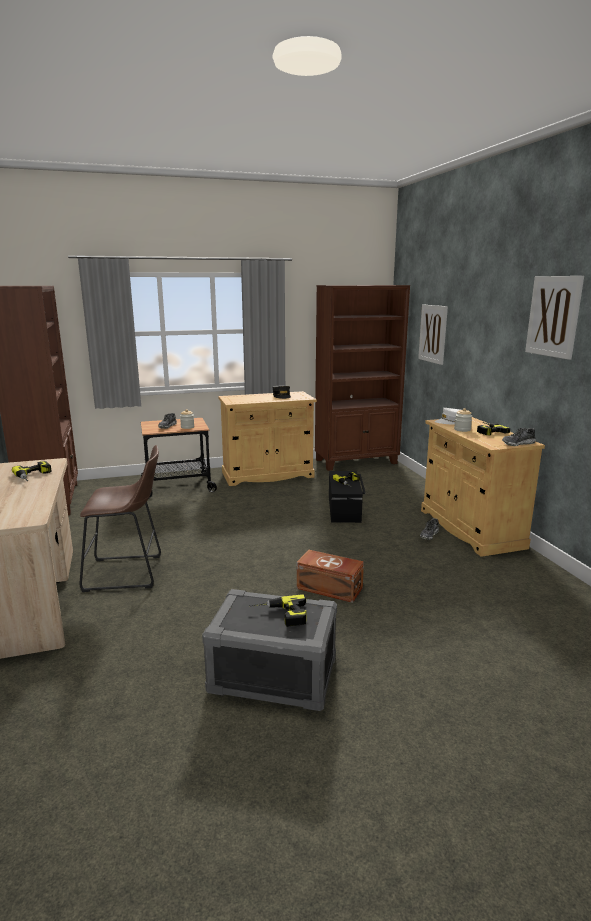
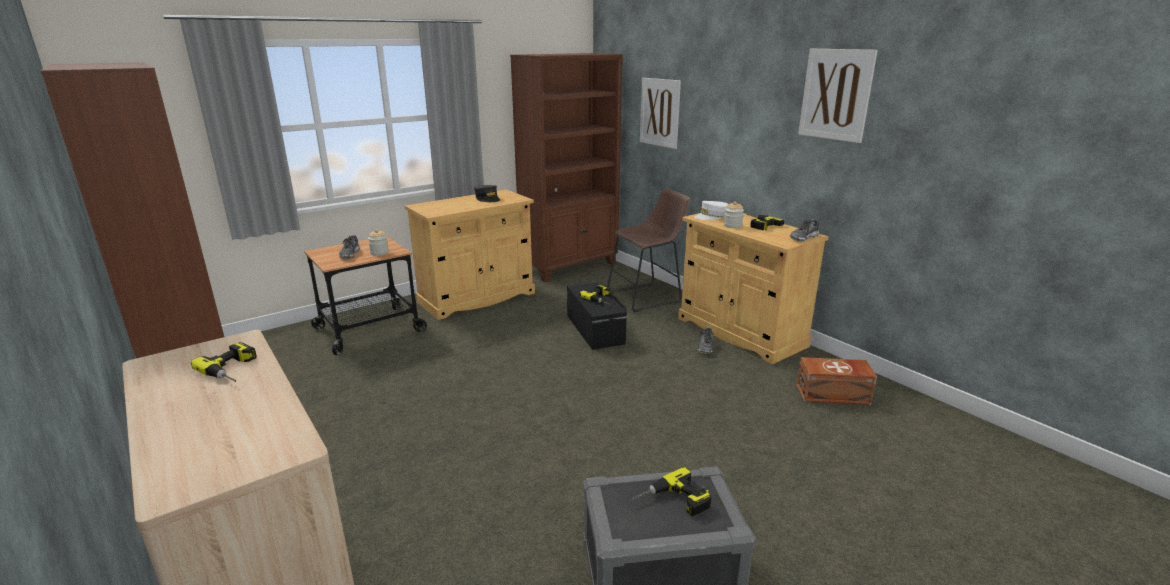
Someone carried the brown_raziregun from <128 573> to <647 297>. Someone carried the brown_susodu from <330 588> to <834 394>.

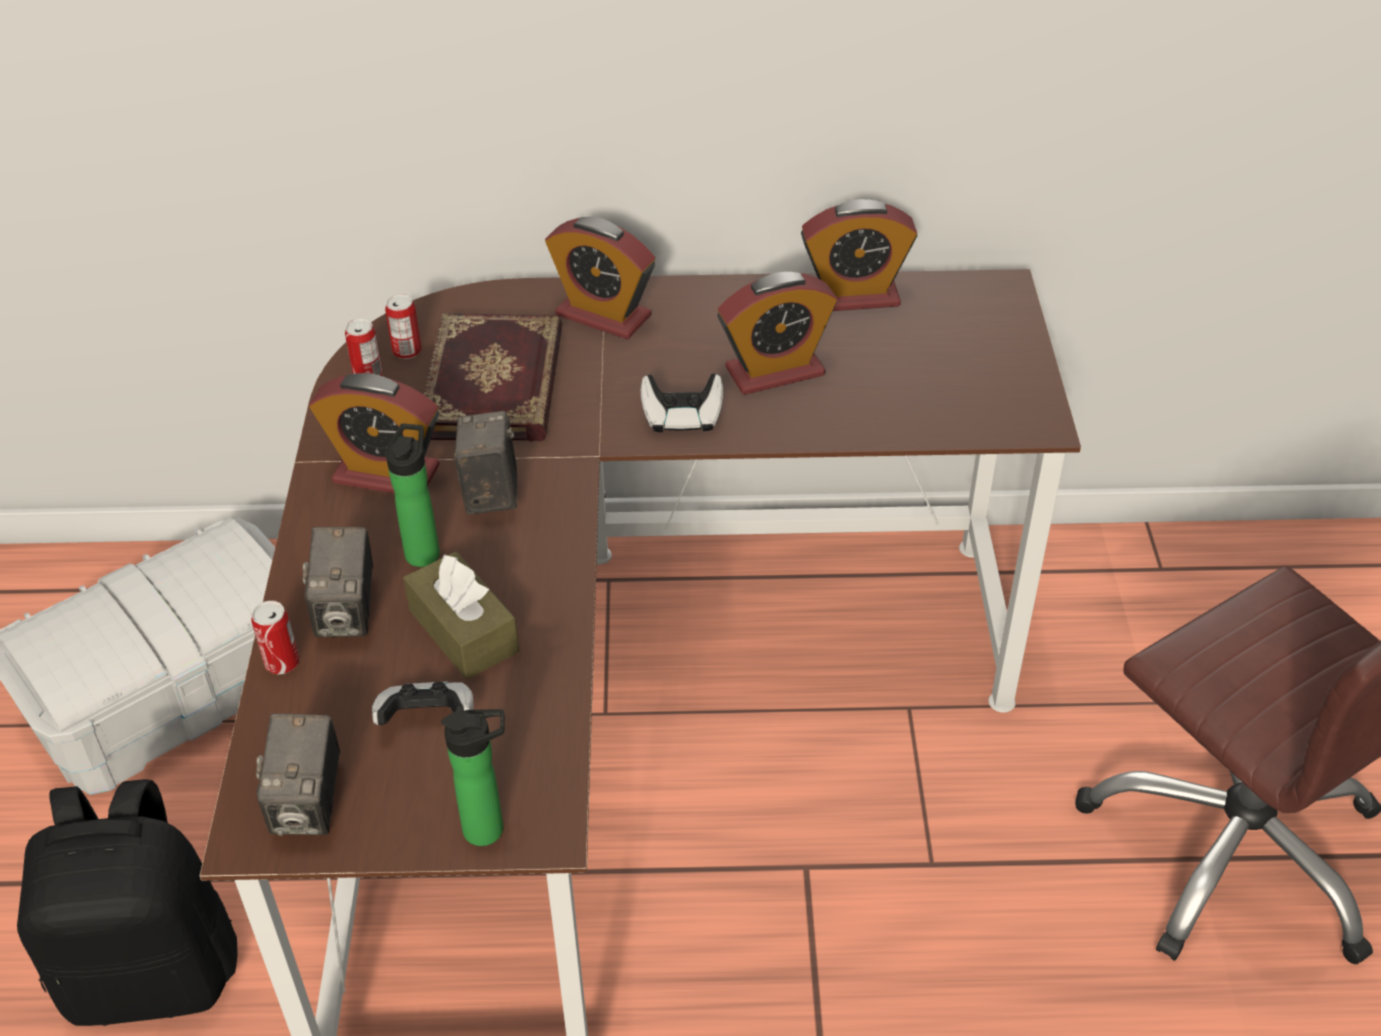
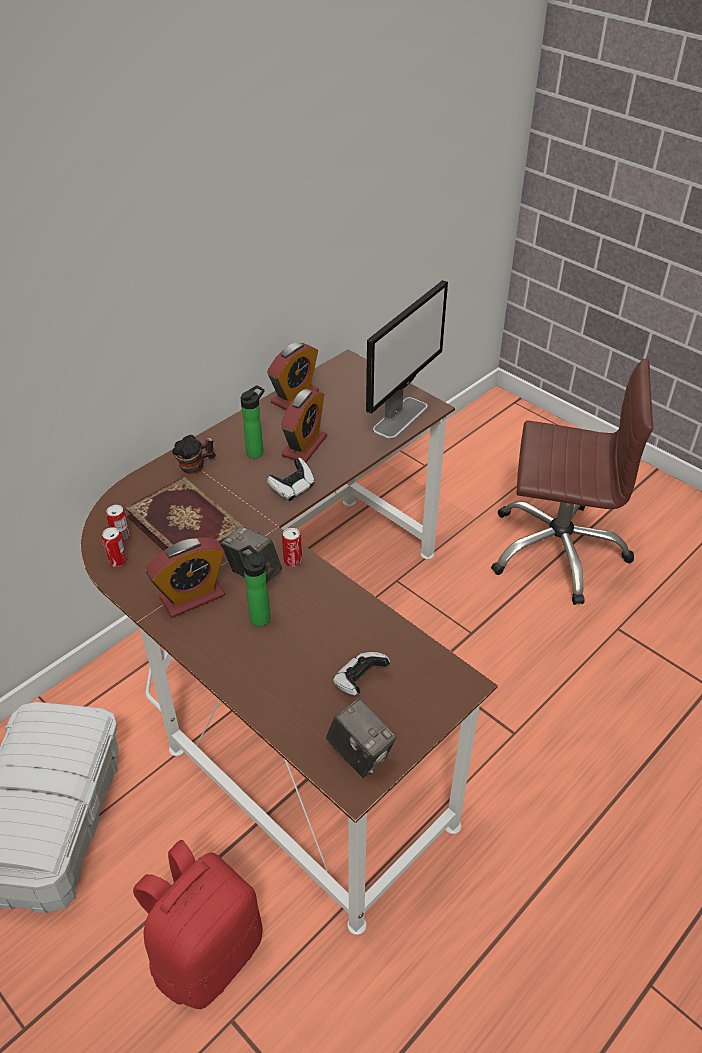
Someone swapped the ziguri at <603 315> for the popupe at <196 466>. Someone took away the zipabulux at <347 613>. Someone took away the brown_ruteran at <463 631>. Someone carried the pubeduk from <282 662> to <293 561>. Someone carried the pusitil from <490 829> to <257 451>. Someone repainted the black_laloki at <154 971>, which became the red_laloki at <206 951>. Someone put down the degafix at <400 417>.

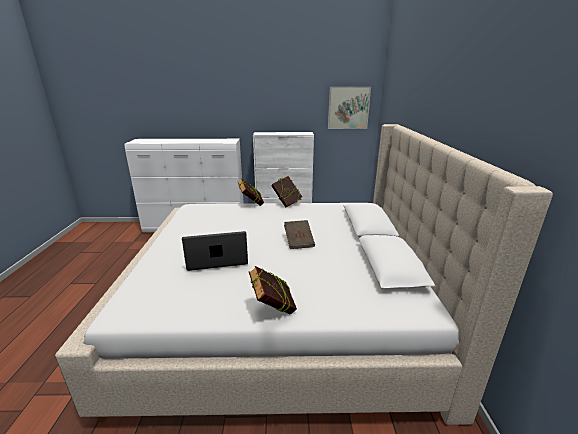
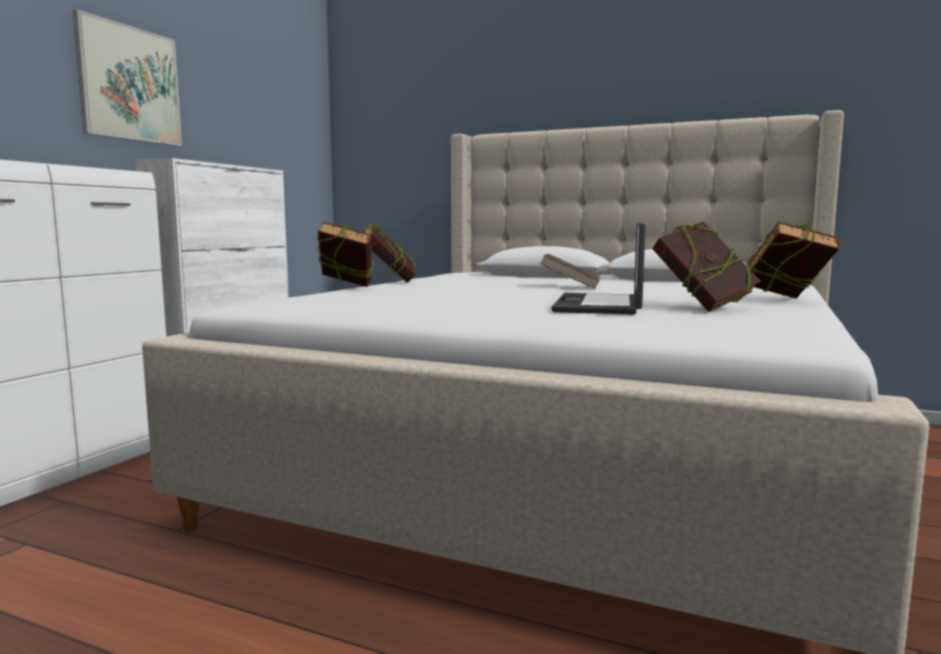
Someone carried the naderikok from <348 108> to <129 84>. Someone put down the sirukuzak at <703 308>.

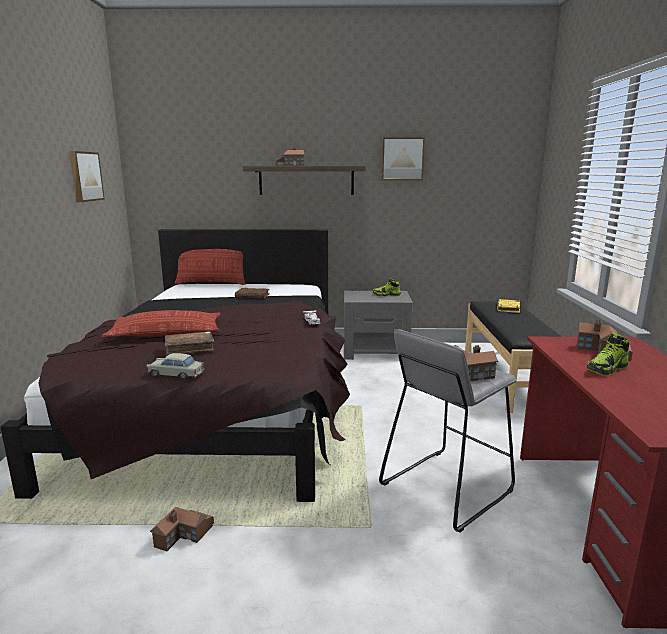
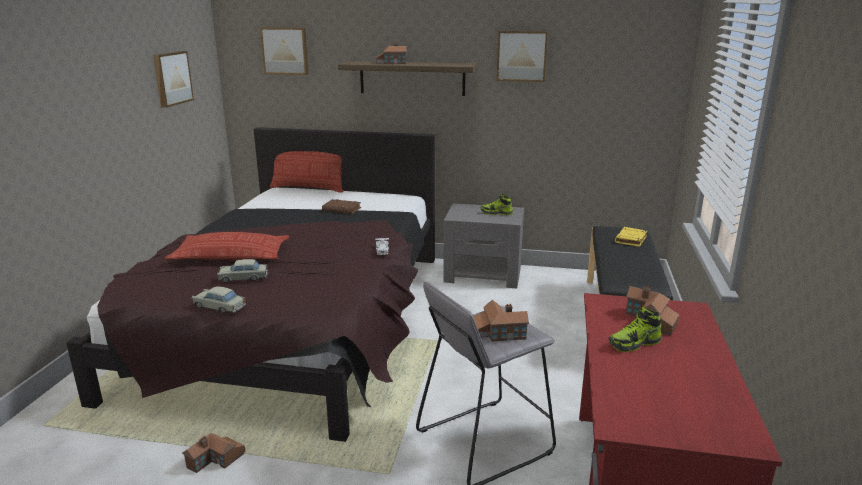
Someone swapped the brown_sirukuzak at <189 349> for the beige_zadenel at <243 278>. Someone put up the naderikok at <285 50>.

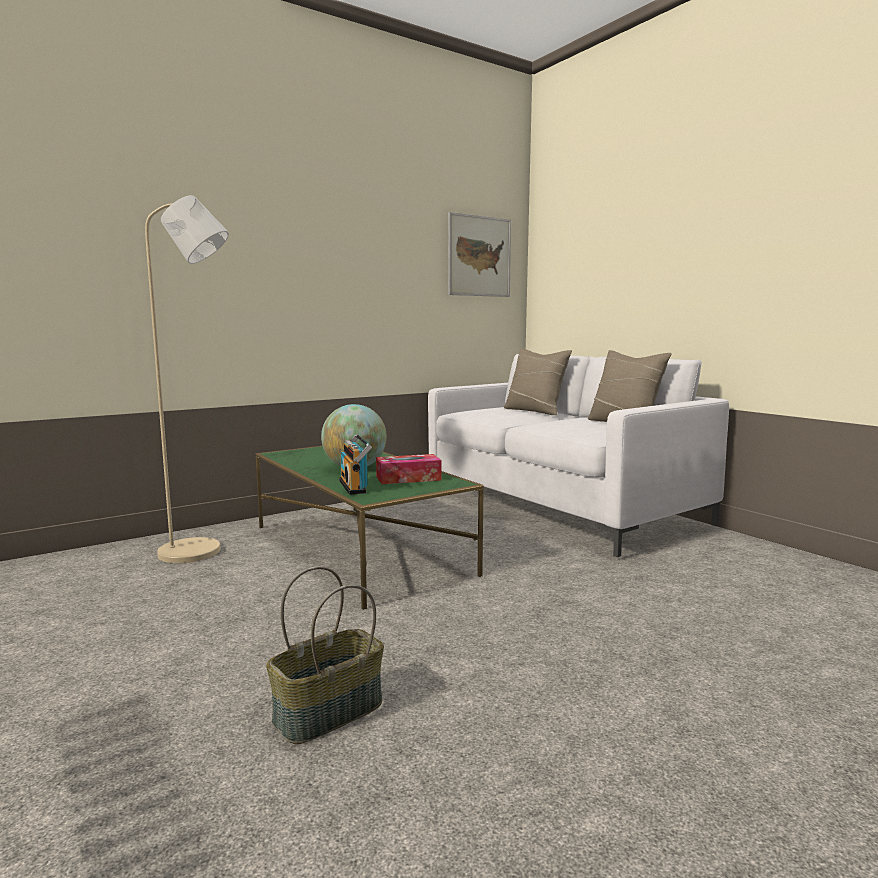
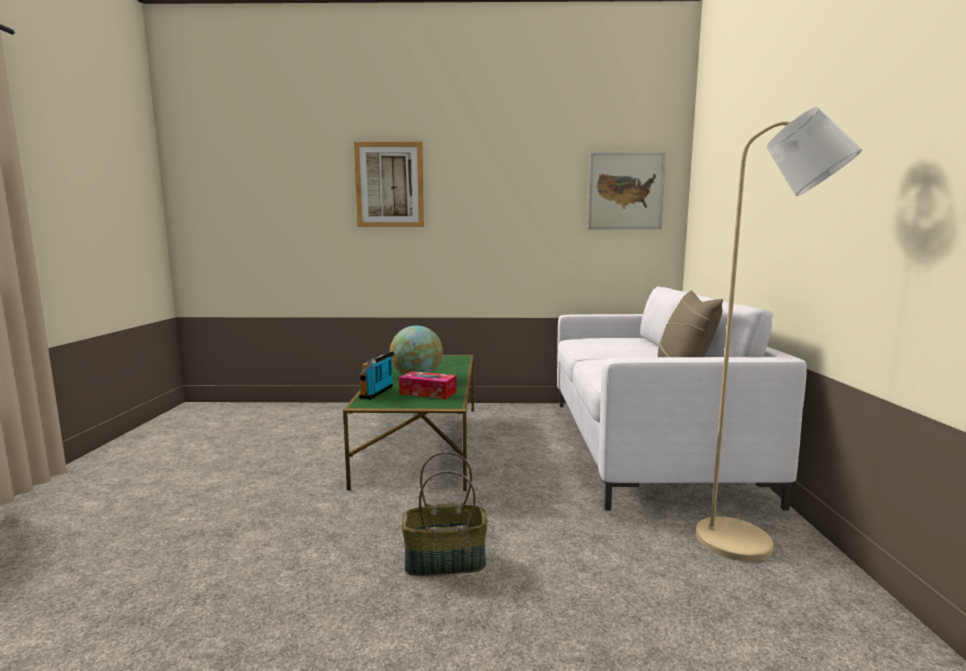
Someone carried the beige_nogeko from <201 552> to <749 545>. Someone took away the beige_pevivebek at <535 411>. Someone carried the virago from <328 713> to <444 562>. Someone put up the naderikok at <389 185>.

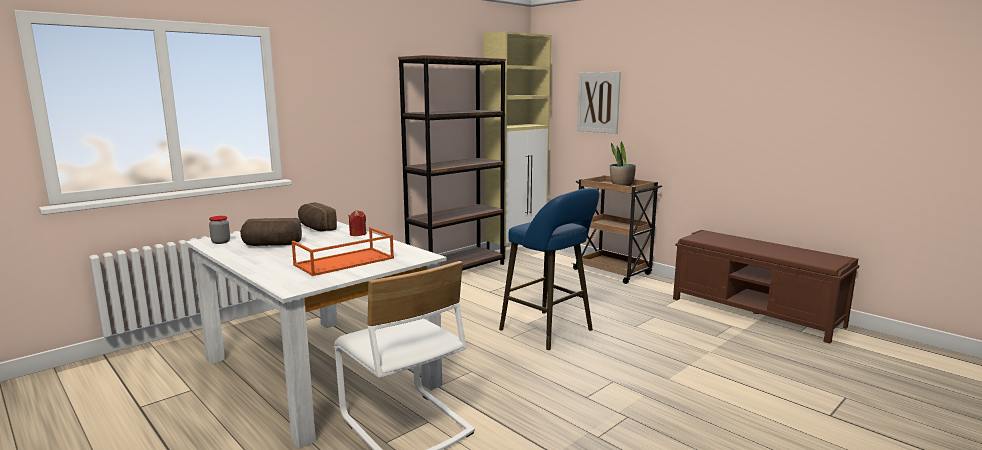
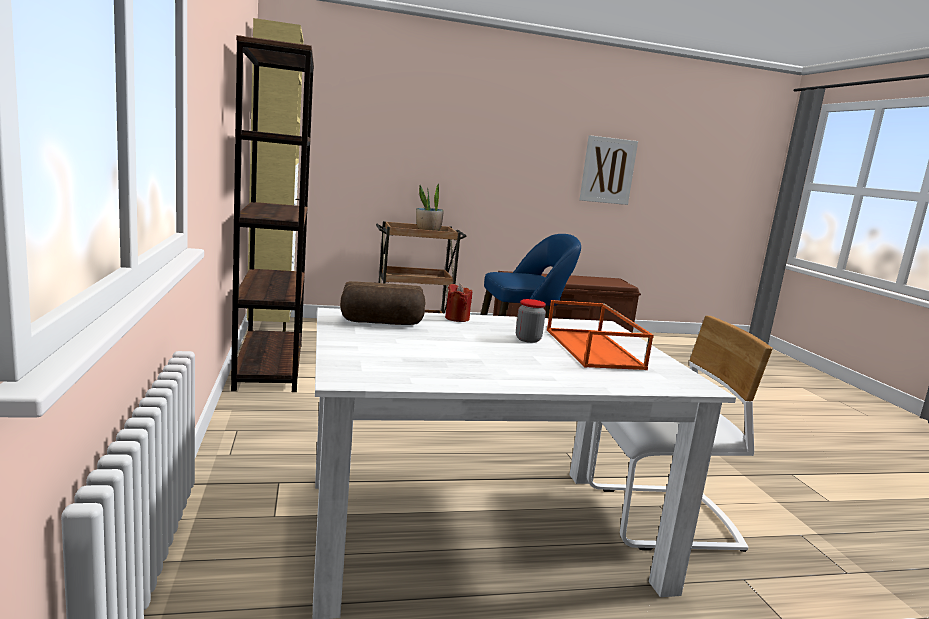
Someone carried the naderikok from <598 102> to <608 170>. Someone carried the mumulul from <221 242> to <528 339>. Someone took away the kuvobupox at <272 245>.

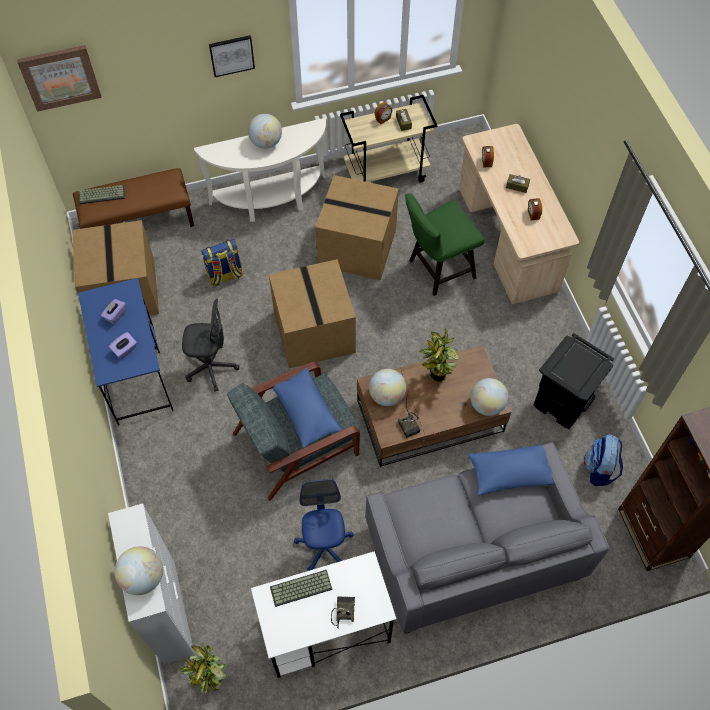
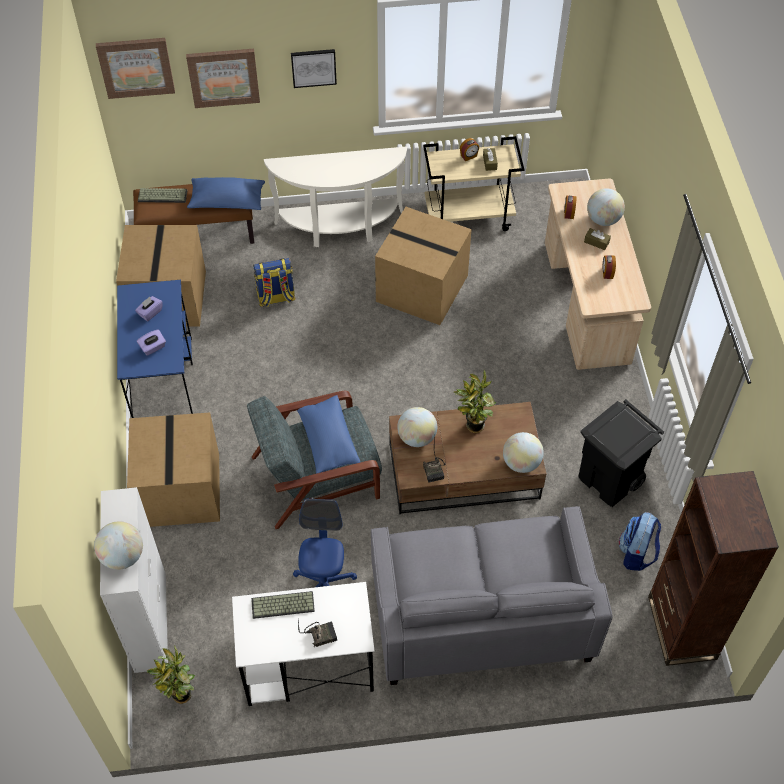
Someone carried the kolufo from <266 142> to <603 219>. Someone took away the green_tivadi at <437 270>. Someone carried the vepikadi from <312 331> to <179 489>. Someone took away the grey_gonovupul at <211 368>. Someone carried the blue_pevivebek from <512 474> to <227 201>. Someone rotated the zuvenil at <343 611> by 60 degrees clockwise. Someone put up the naderikok at <223 77>.

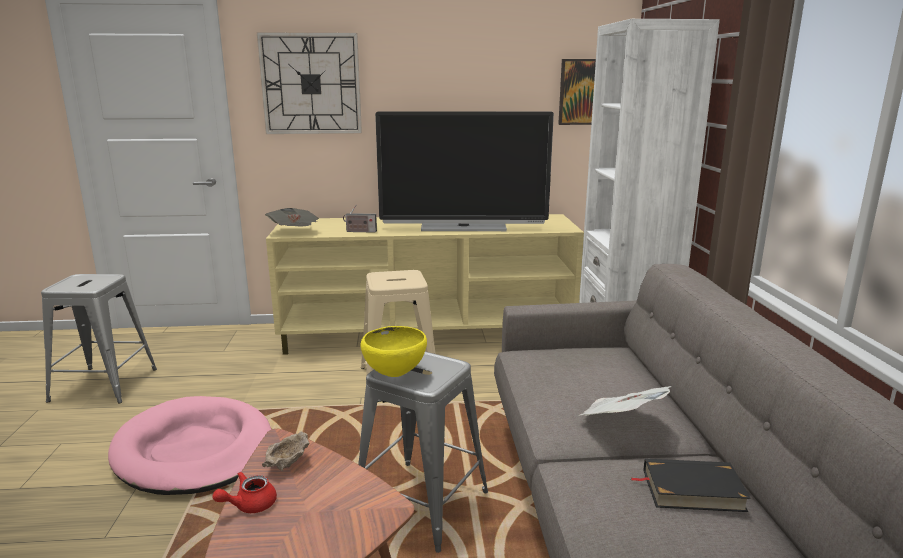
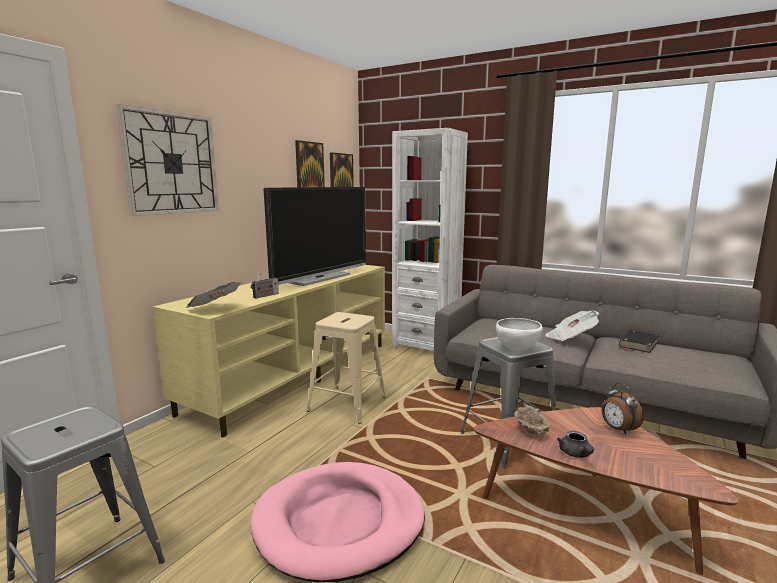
Someone repainted the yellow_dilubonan at <395 374>, which became the white_dilubonan at <517 350>. Someone repainted the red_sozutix at <249 505>, which became the grey_sozutix at <576 454>. Someone put up the naderikok at <309 166>. Someone put down the ziguri at <617 429>.

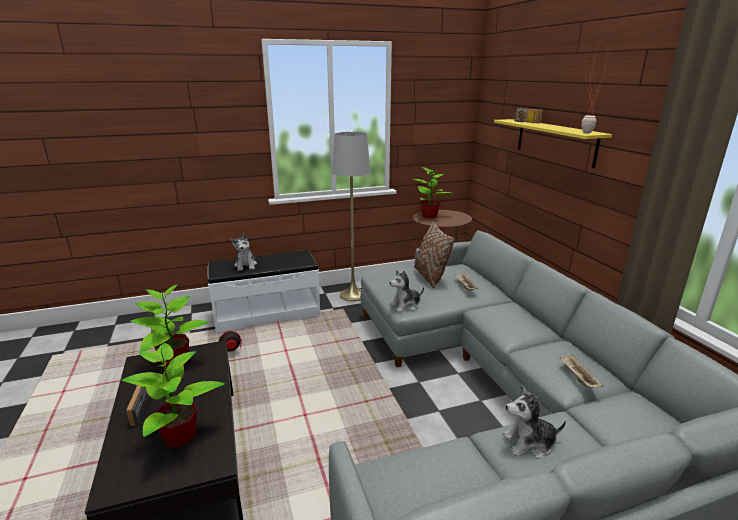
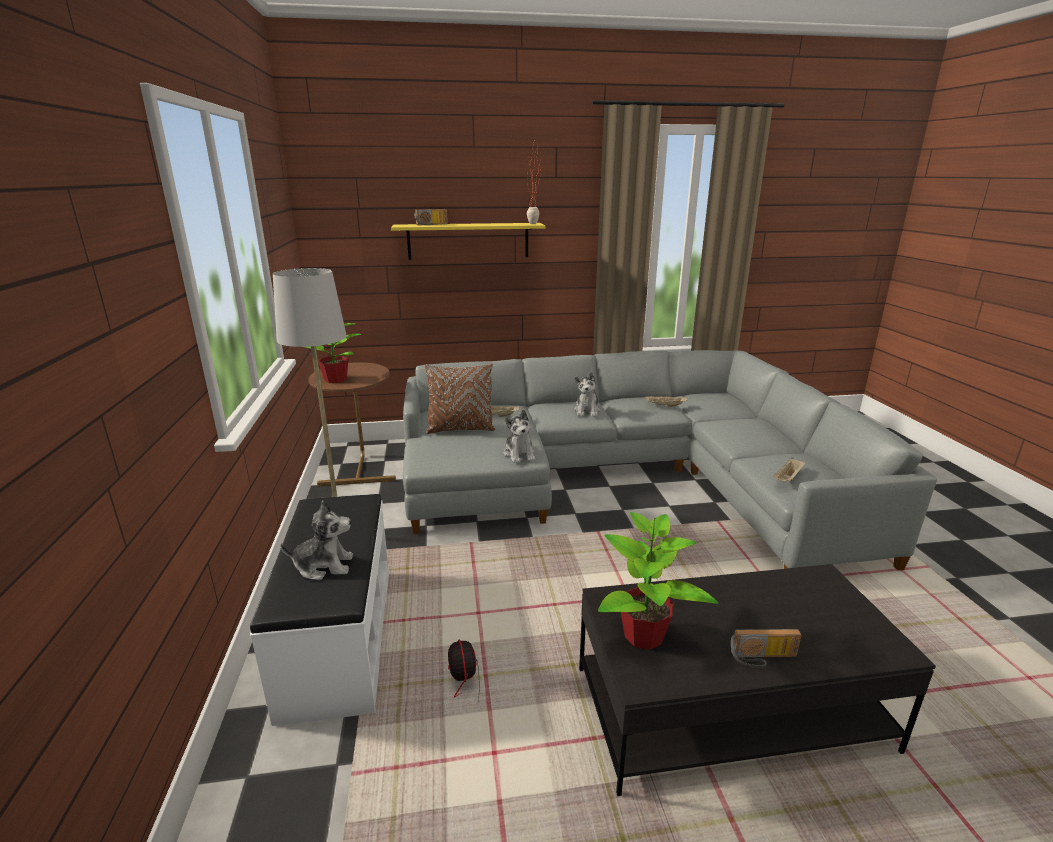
Someone took away the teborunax at <180 437>. Someone carried the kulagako from <529 444> to <587 411>. Someone put down the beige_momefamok at <788 478>.

